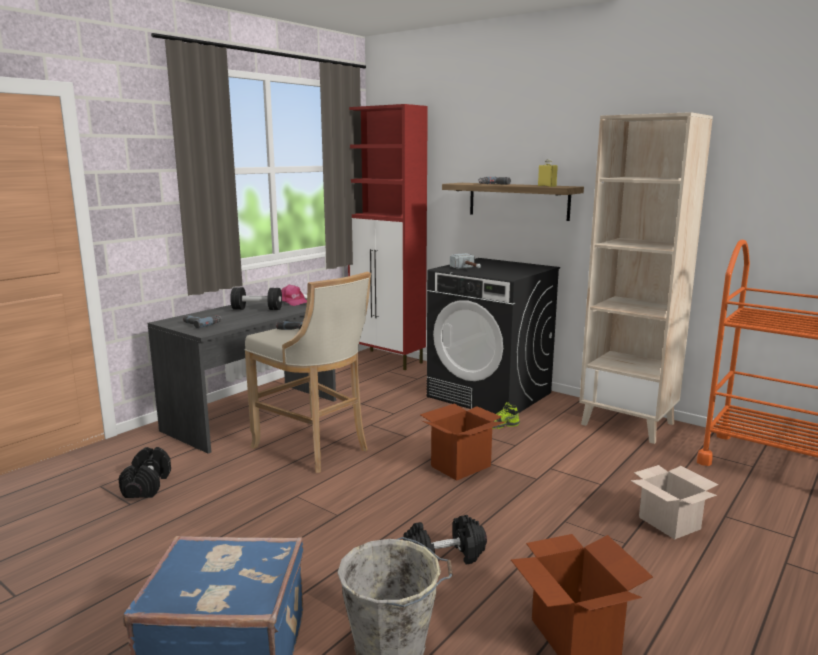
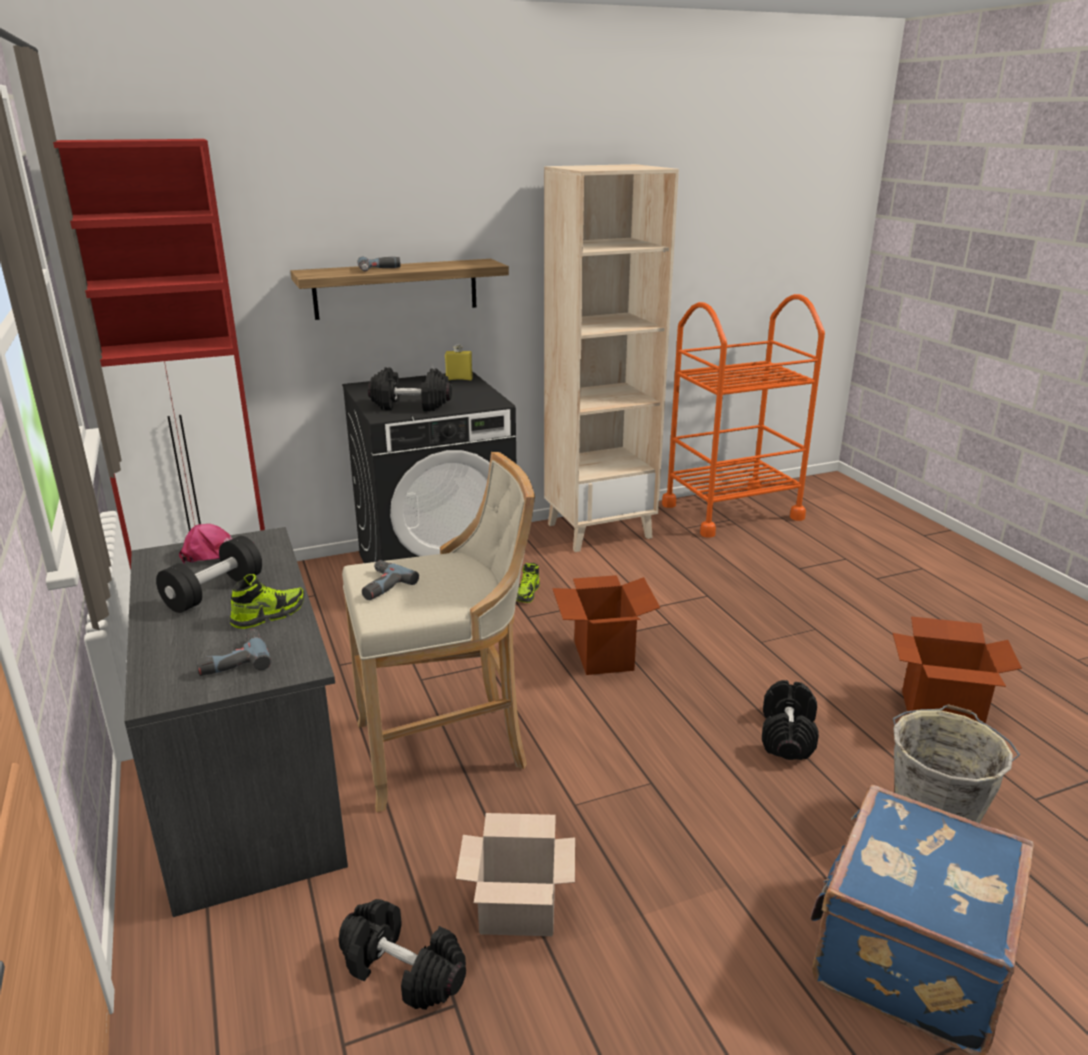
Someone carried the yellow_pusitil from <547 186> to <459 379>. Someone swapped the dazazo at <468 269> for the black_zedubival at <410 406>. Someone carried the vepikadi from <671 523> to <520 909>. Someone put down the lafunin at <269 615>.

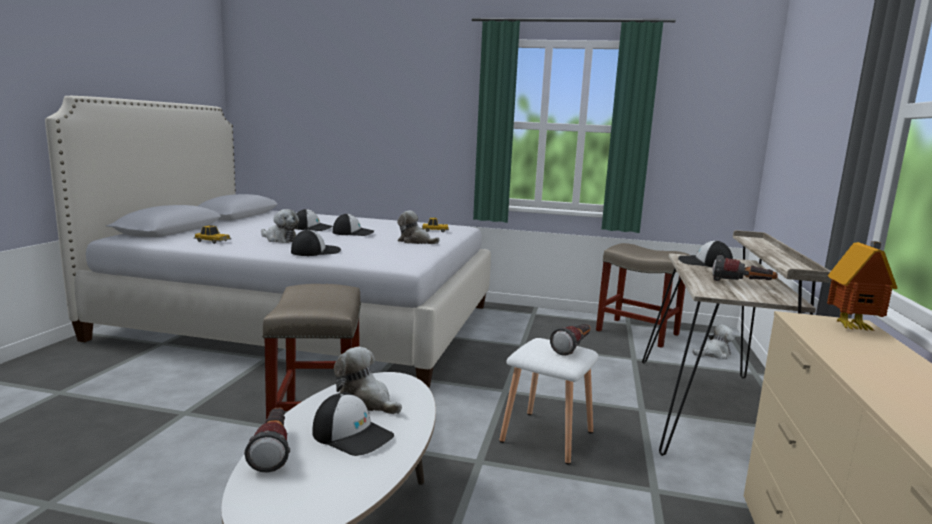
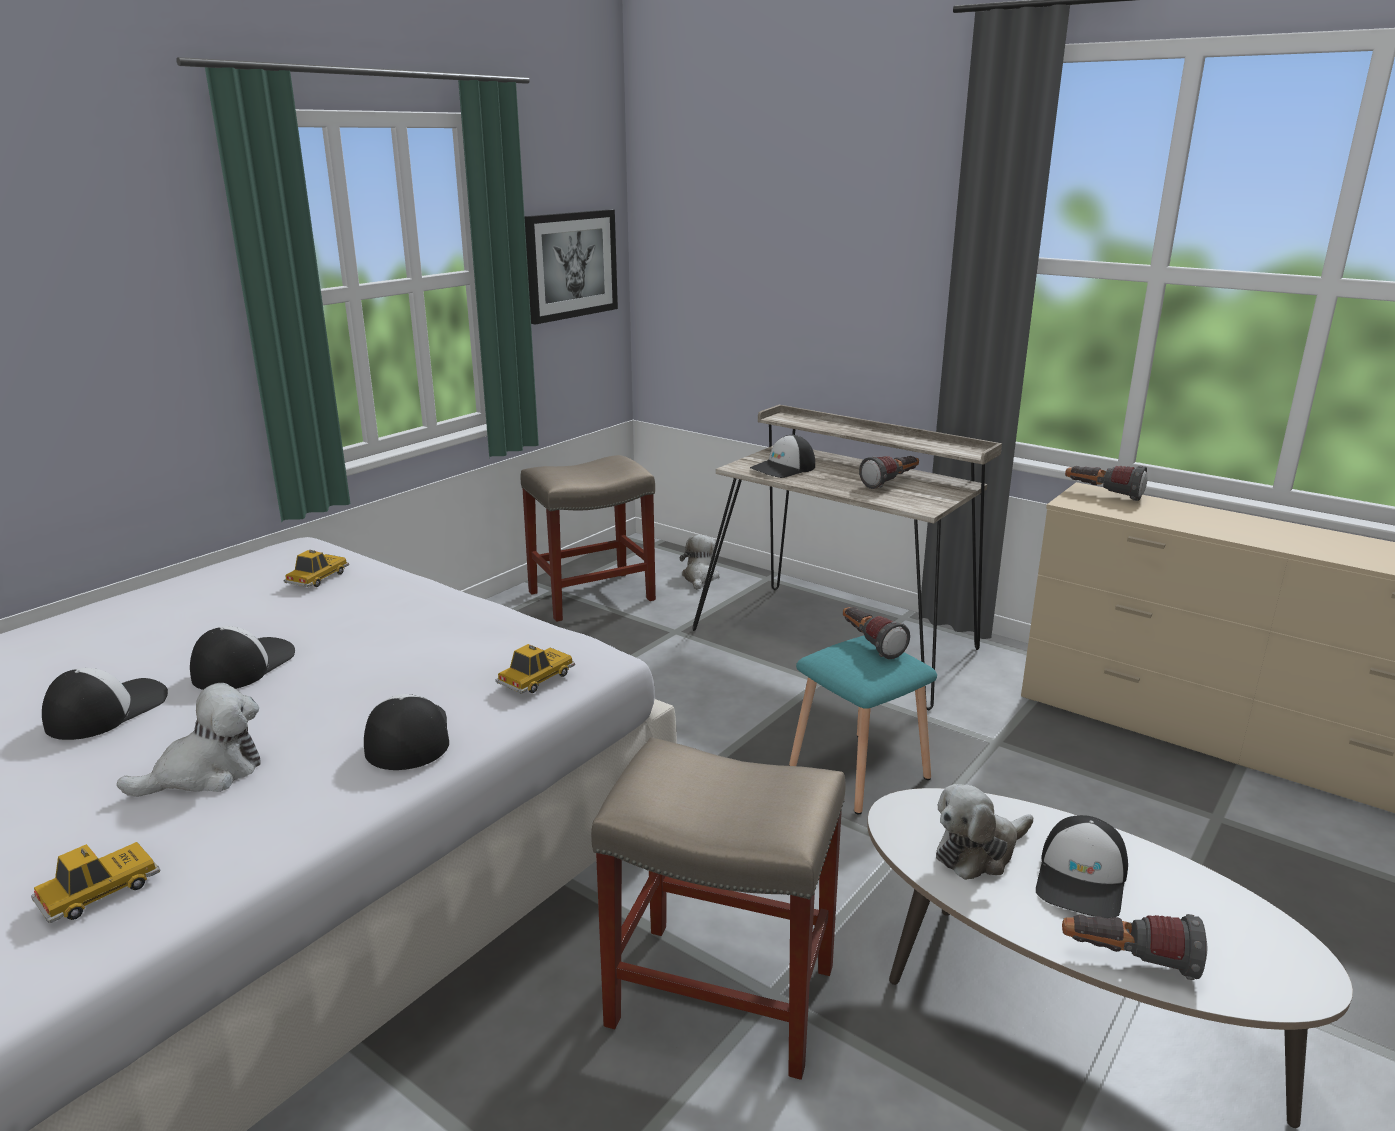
Someone took away the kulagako at <415 241>. Someone swapped the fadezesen at <854 327> for the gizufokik at <1102 494>. Someone repainted the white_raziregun at <545 436>, which became the turquoise_raziregun at <858 773>. Someone rotated the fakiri at <353 435> by 150 degrees clockwise. Someone put up the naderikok at <571 265>. Someone put down the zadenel at <536 678>.

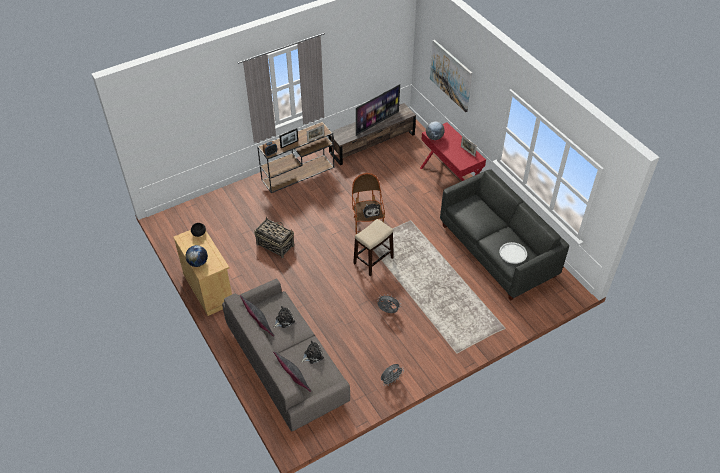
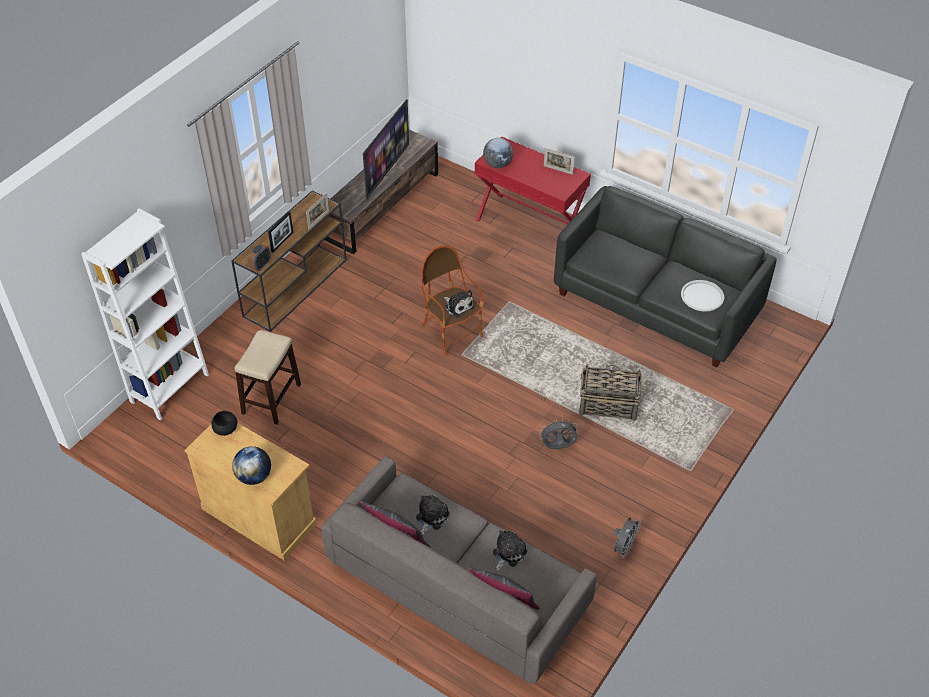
Someone took away the naderikok at <451 75>. Someone carried the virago from <275 244> to <607 405>. Someone carried the raziregun from <373 261> to <271 399>. Someone put down the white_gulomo at <169 388>.

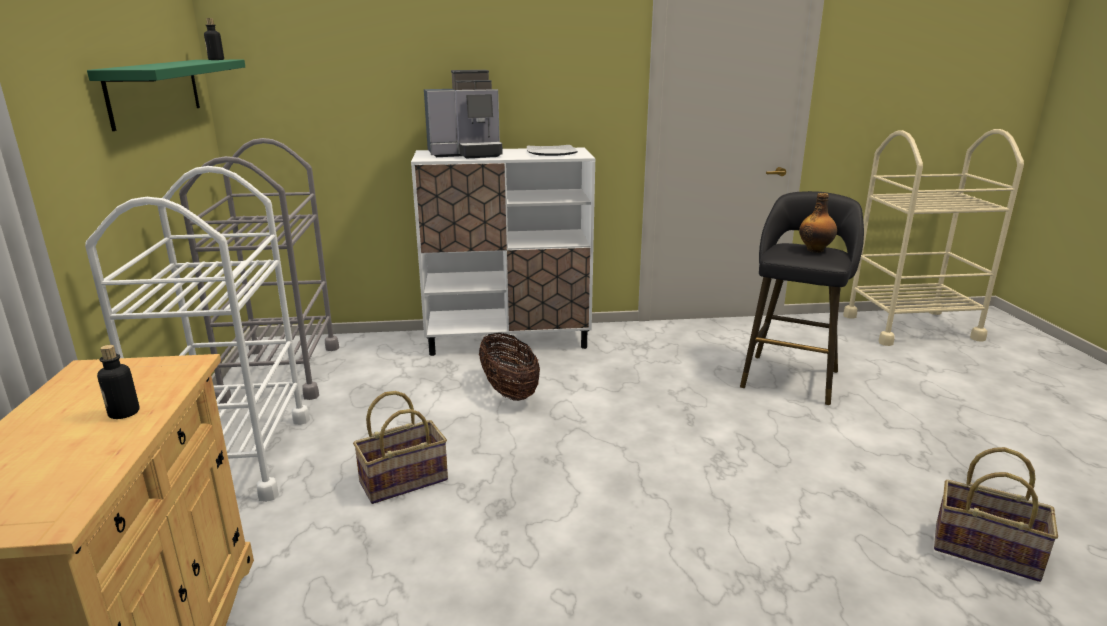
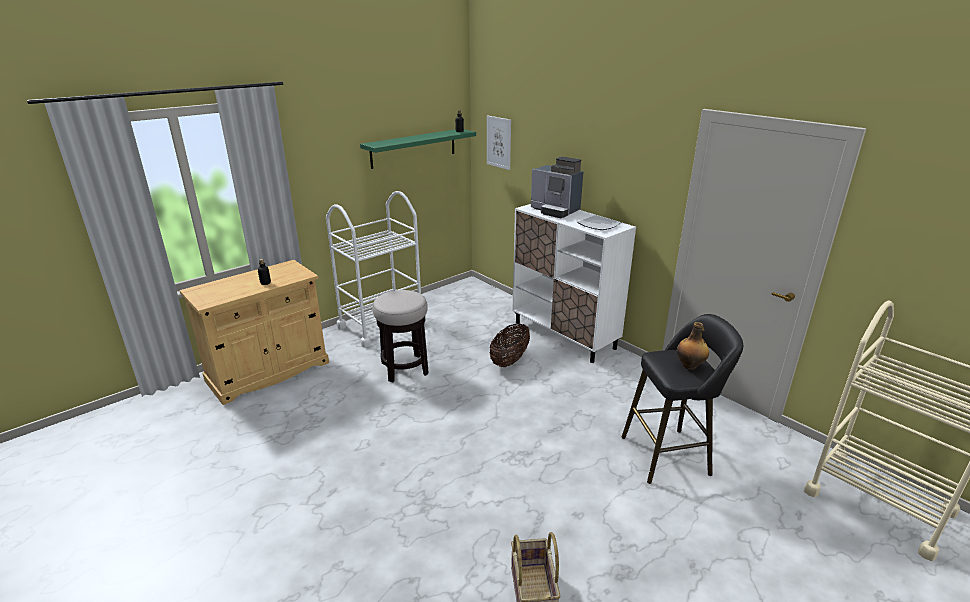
Someone took away the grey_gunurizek at <281 373>. Someone swapped the virago at <403 480> for the raziregun at <404 368>. Someone put up the naderikok at <499 142>.

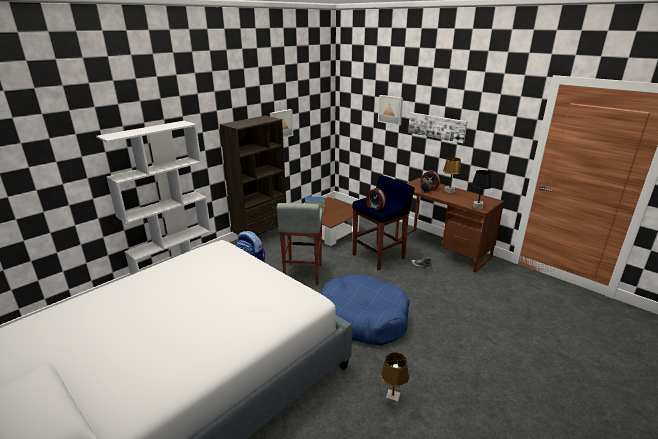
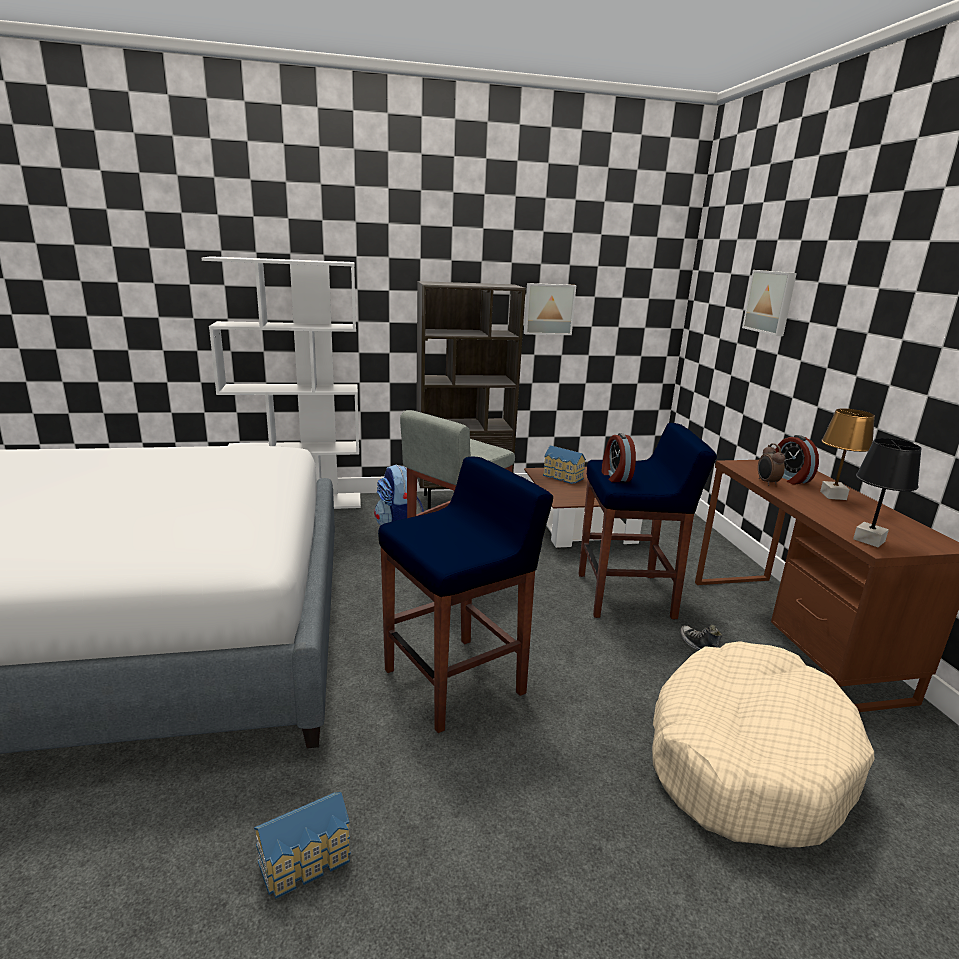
Someone took away the naderikok at <436 127>. Someone swapped the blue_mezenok at <362 318> for the blue_raziregun at <456 681>. Someone swapped the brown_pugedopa at <392 400> for the fadezesen at <307 861>. Someone put down the beige_mezenok at <746 758>.

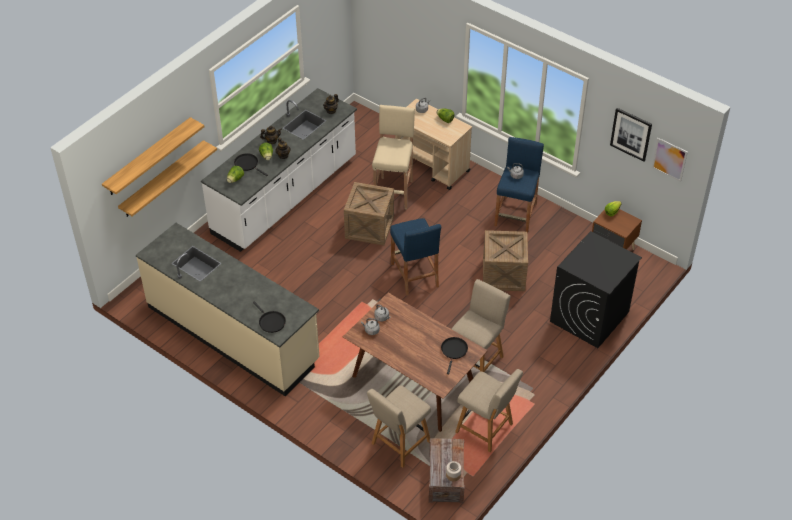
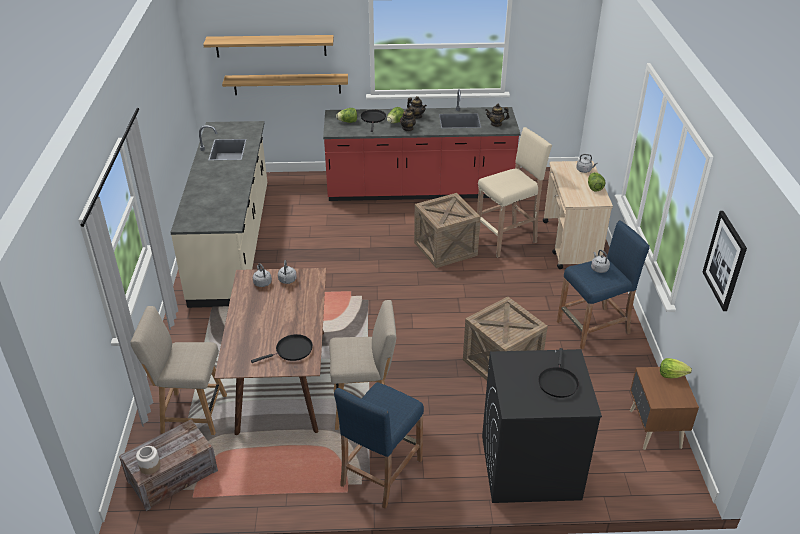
Someone repainted the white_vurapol at <285 196>, which became the red_vurapol at <419 190>. Someone took away the naderikok at <669 159>. Someone carried the blue_raziregun from <414 275> to <381 472>. Someone carried the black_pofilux from <271 322> to <557 382>. Someone took away the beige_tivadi at <486 429>.

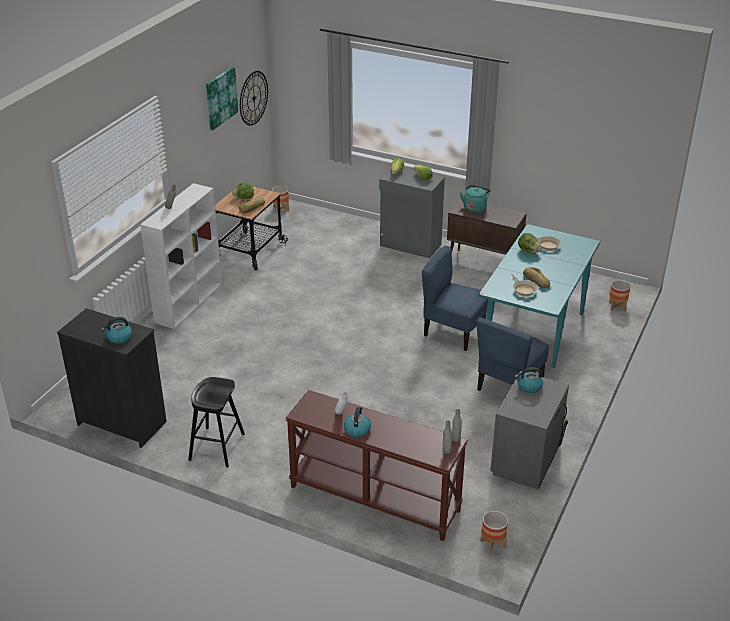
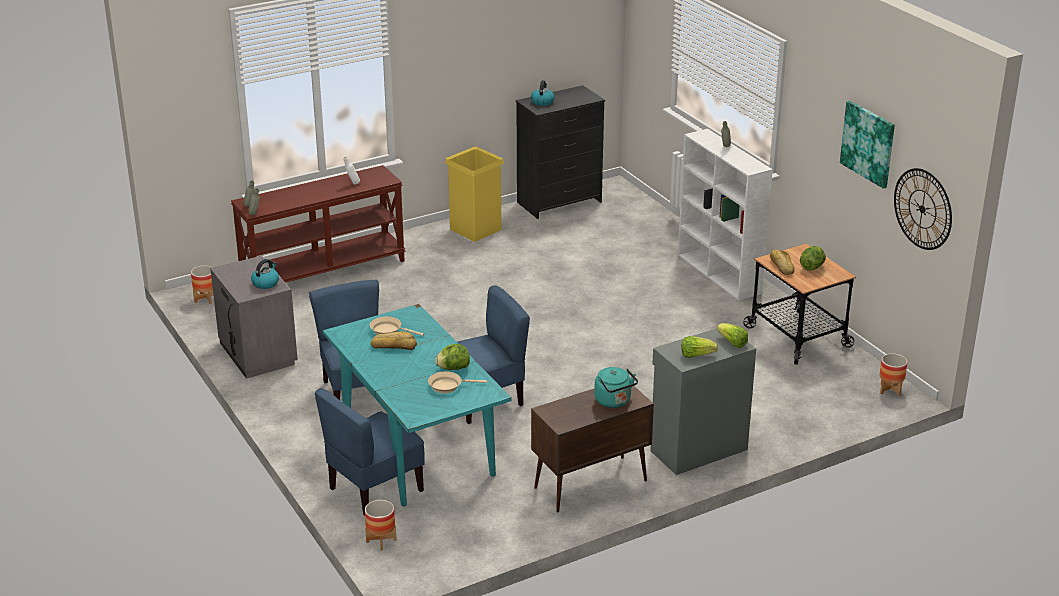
Someone swapped the black_raziregun at <217 447> for the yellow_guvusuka at <475 229>. Someone took away the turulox at <357 429>. Someone put down the blue_tivadi at <375 489>.

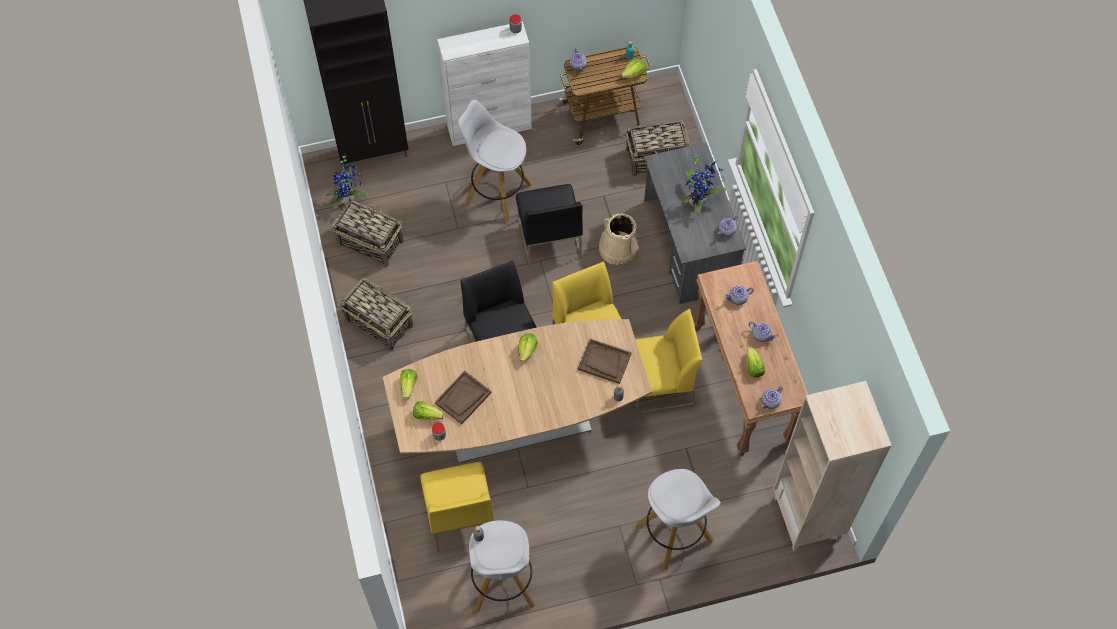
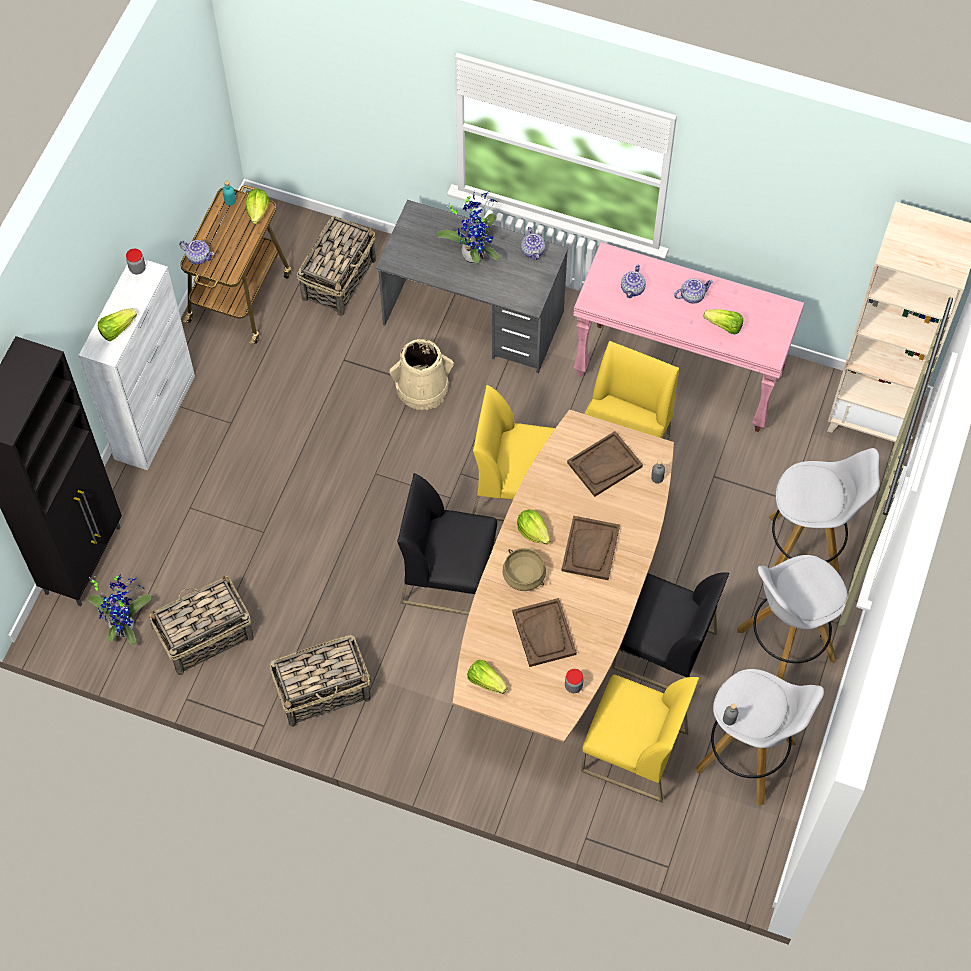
Someone carried the white_raziregun from <497 193> to <784 646>. Someone carried the black_tivadi from <549 238> to <663 651>. Someone repainted the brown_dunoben at <742 384>, which became the pink_dunoben at <678 376>. Someone took away the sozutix at <770 402>. Someone carried the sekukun from <427 415> to <117 329>. Someone put down the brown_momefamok at <590 549>. Someone put down the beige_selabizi at <524 575>.

